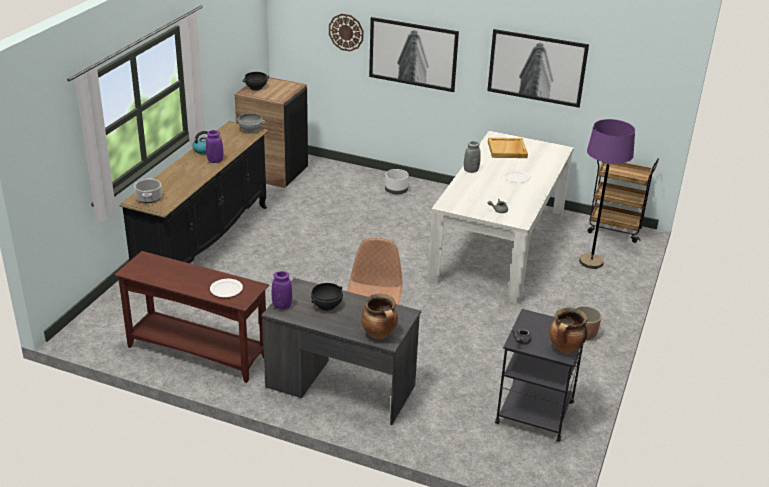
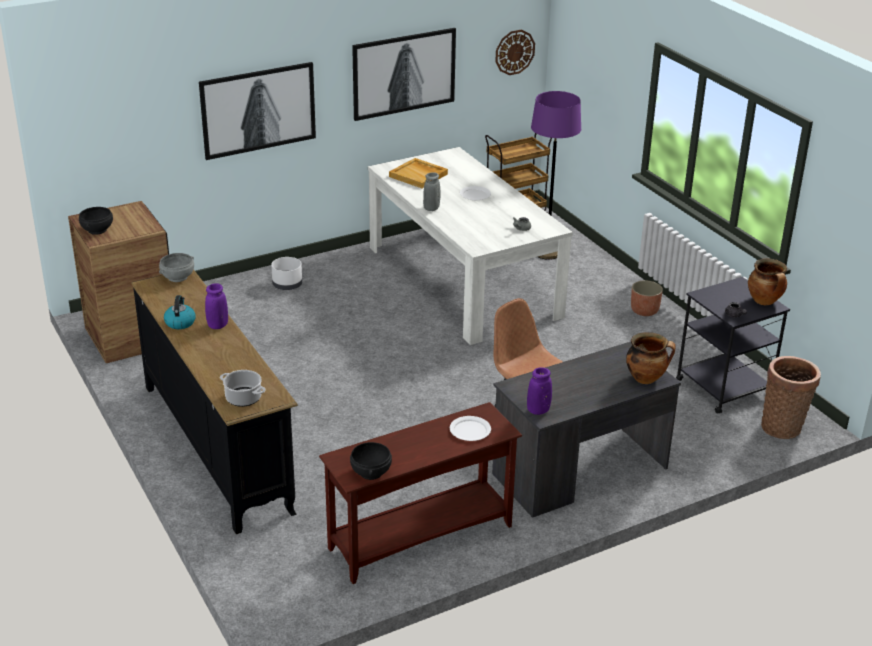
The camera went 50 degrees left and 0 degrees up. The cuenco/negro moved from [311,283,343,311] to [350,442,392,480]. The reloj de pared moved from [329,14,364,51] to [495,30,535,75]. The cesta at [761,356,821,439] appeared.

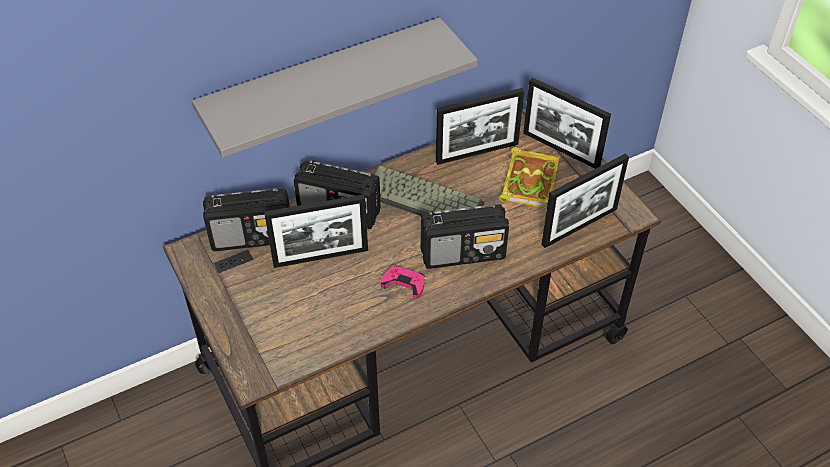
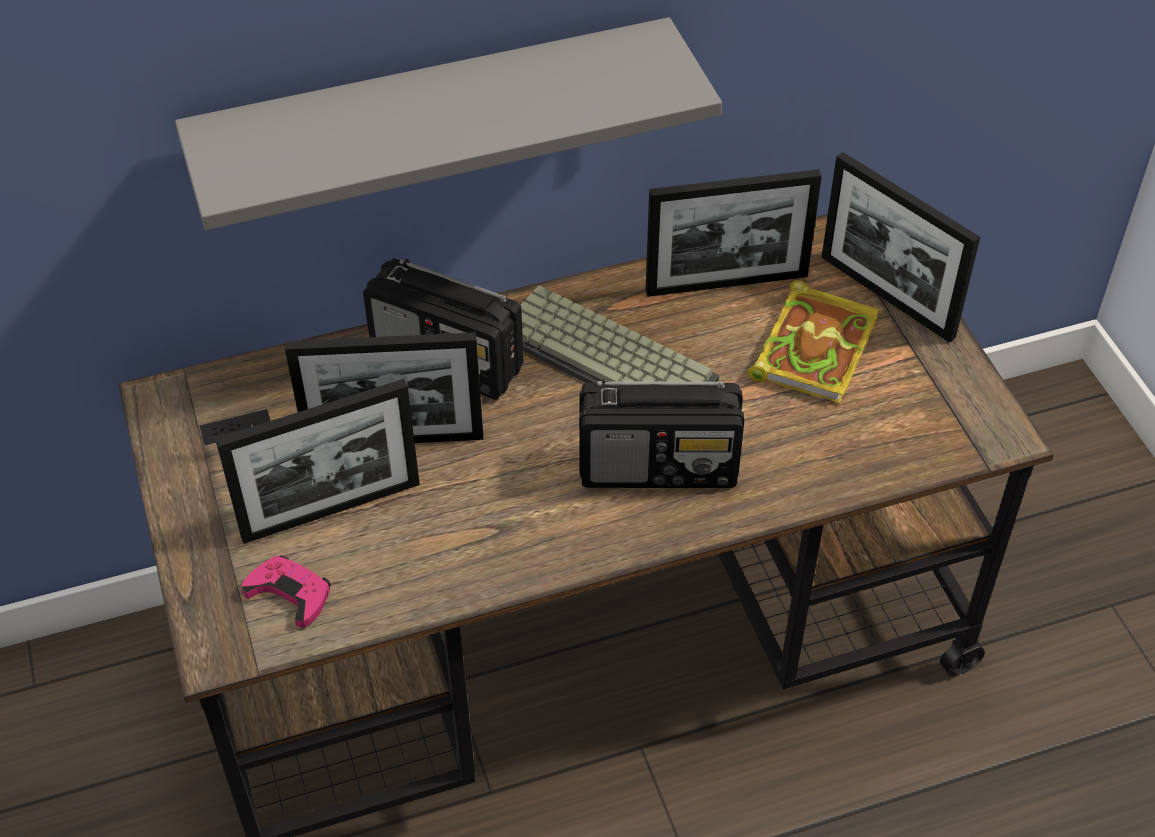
The camera went 10 degrees right and 0 degrees up. The portarretratos moved from [541,154,629,248] to [215,379,420,544]. The mando de consola/rosa moved from [381,266,425,299] to [241,556,331,628]. The radio at [203,188,290,251] disappeared.

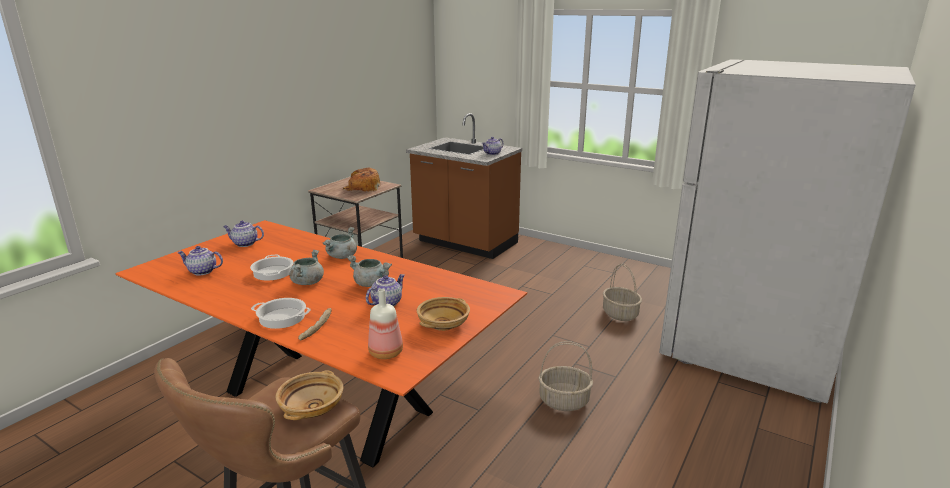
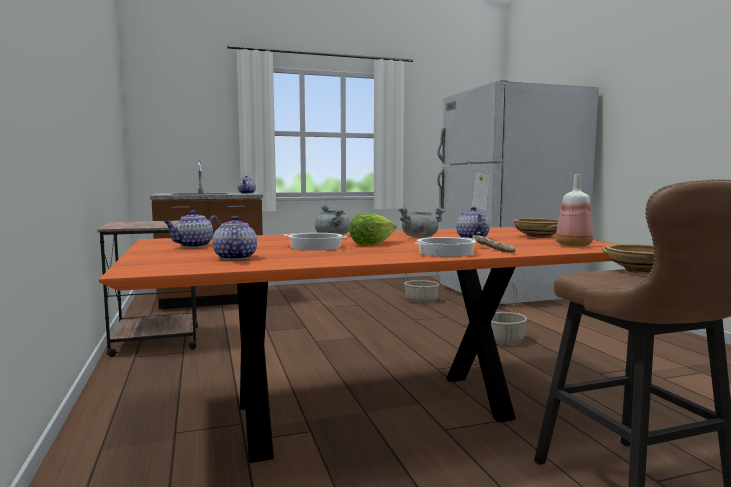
The camera went 50 degrees left and 15 degrees down. The tetera at [177,246,223,275] turned 120 degrees clockwise. The olla/gris at [290,250,324,285] was replaced by the lechuga at [349,213,397,246]. The pan at [343,168,380,192] disappeared.

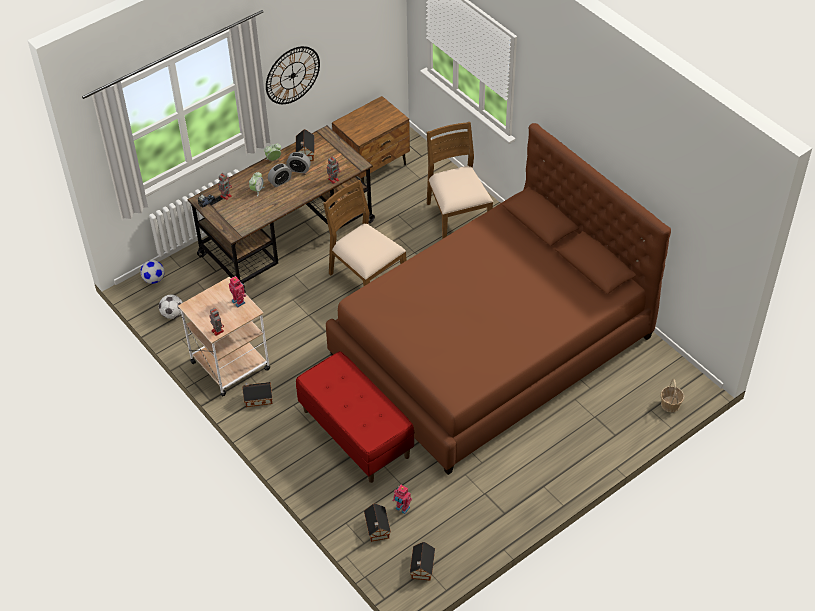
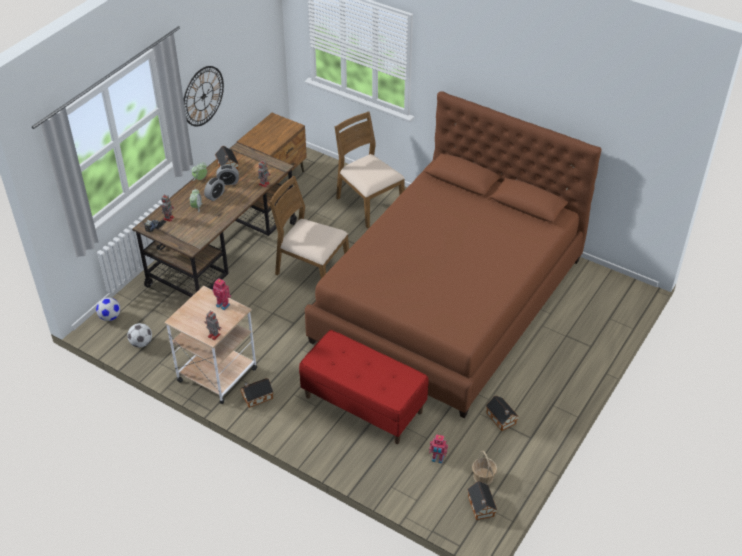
The camera went 20 degrees left and 5 degrees down. The cesta moved from [660,379,684,413] to [472,451,497,485]. The casita moved from [364,503,391,542] to [486,396,519,431].

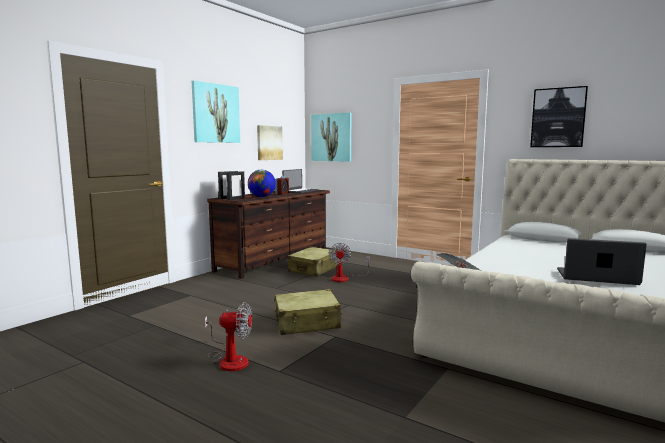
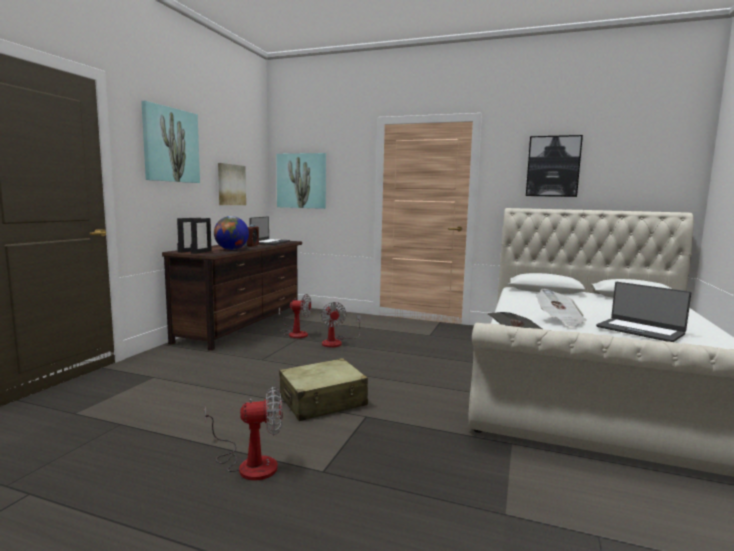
The camera went 15 degrees left and 0 degrees up. The maleta/beis at [288,247,338,277] was replaced by the ventilador at [279,294,311,338]. The periódico at [536,289,586,327] appeared. The portátil at [557,238,647,285] turned 135 degrees counterclockwise.

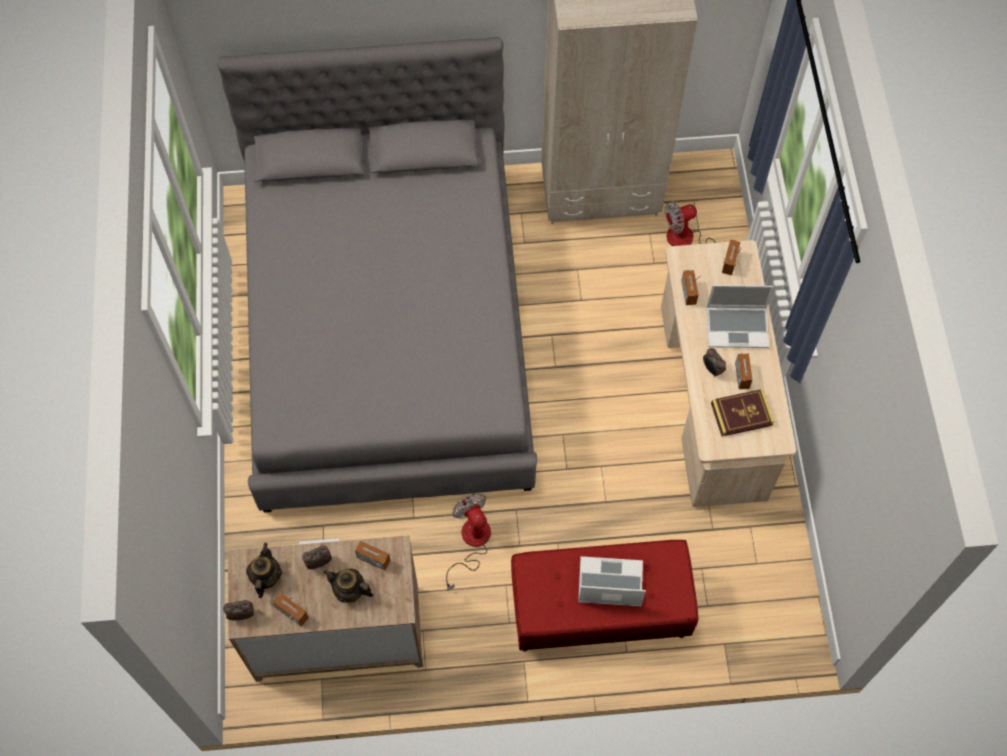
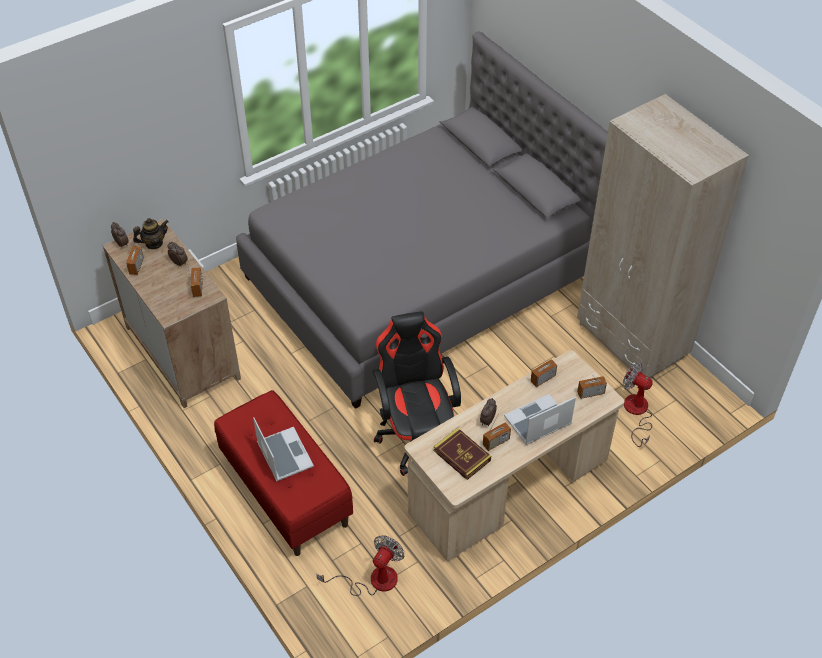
The camera went 60 degrees right and 15 degrees down. The ventilador moved from [446,493,491,591] to [317,535,404,596]. The silla de oficina/negro at [373,311,461,476] appeared. The portátil at [706,285,774,348] turned 90 degrees clockwise. The tetera at [323,568,373,603] disappeared.

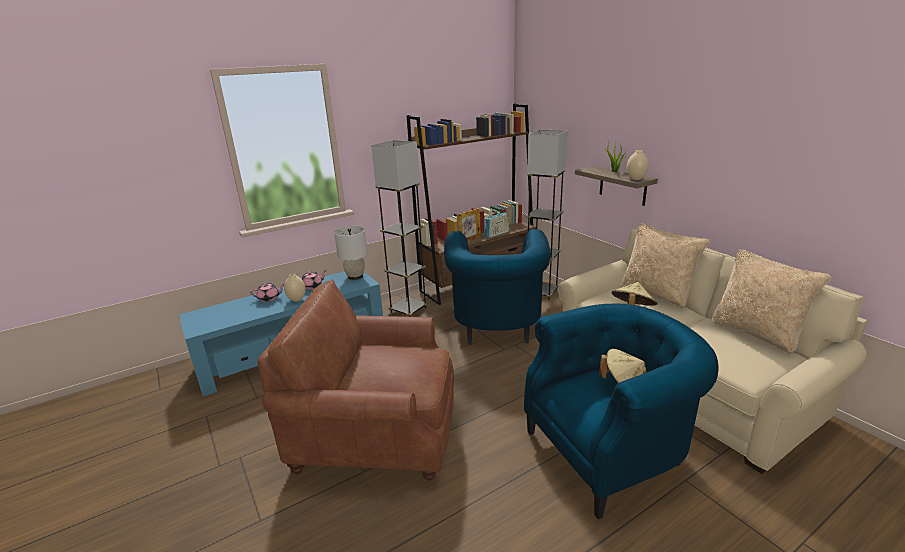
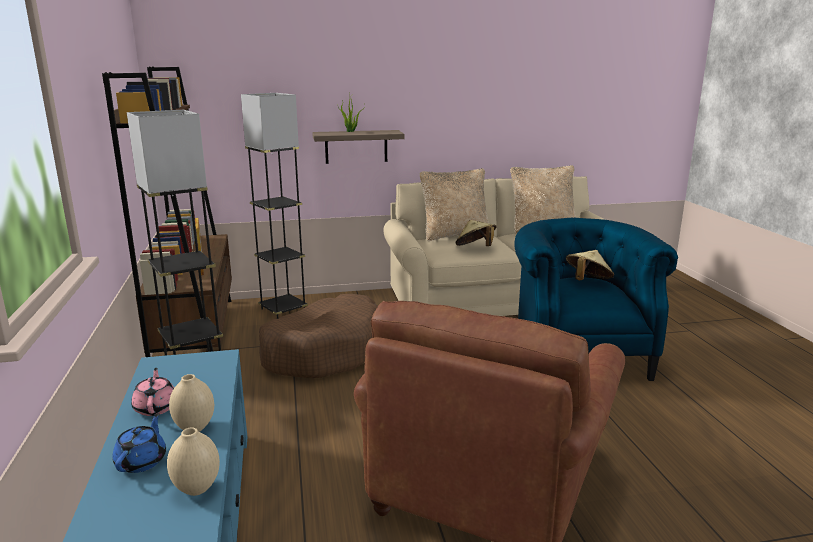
The camera went 70 degrees left and 5 degrees down. The tetera/rosa at [250,283,284,302] became the tetera/azul at [112,413,166,473]. The florero/beis moved from [627,150,649,180] to [167,428,220,496]. The sillón/azul at [444,229,550,344] was replaced by the cama para perro/marrón at [259,294,378,378]. The lámpara de mesa/blanco at [334,226,367,280] disappeared. The radio at [484,212,510,238] disappeared.

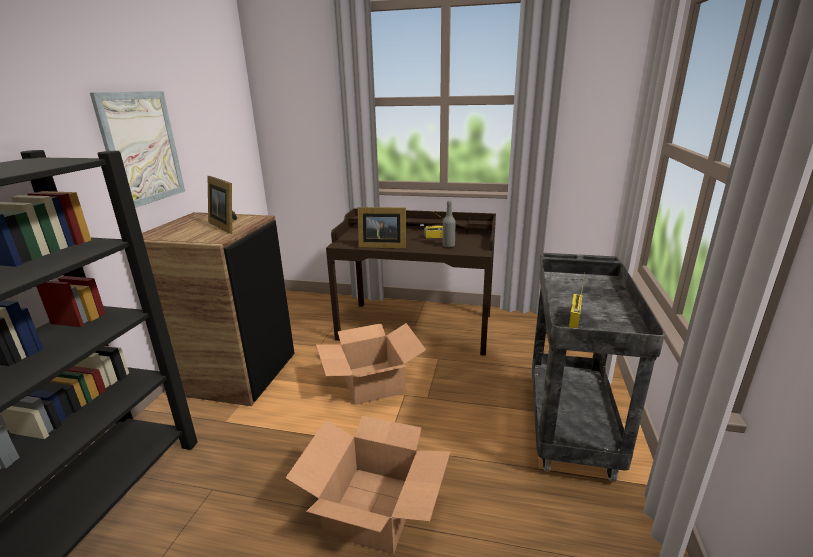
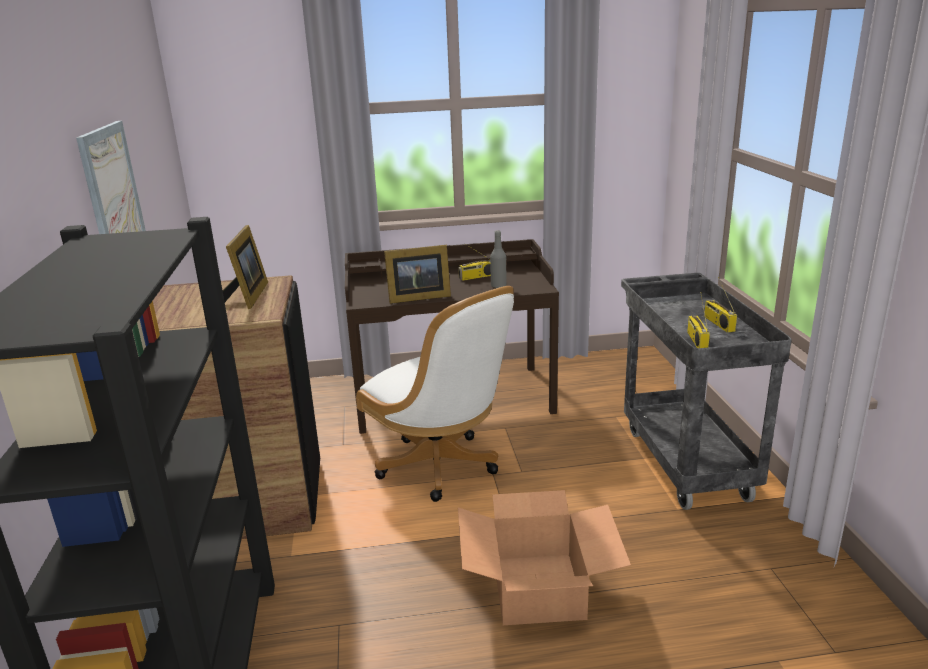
The camera went 20 degrees left and 0 degrees up. The portarretratos at [207,176,237,234] turned 120 degrees counterclockwise. The caja de cartón at [316,323,426,405] was replaced by the silla de oficina/blanco at [356,286,514,502]. The radio at [704,277,737,333] appeared.

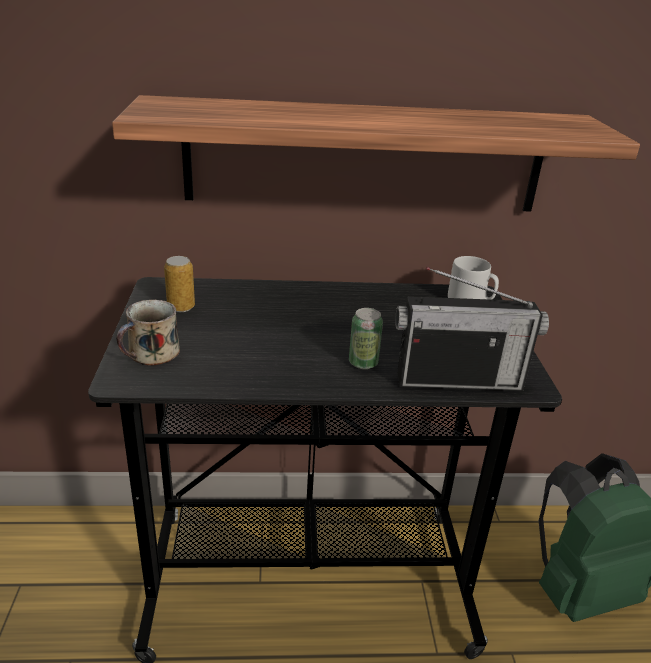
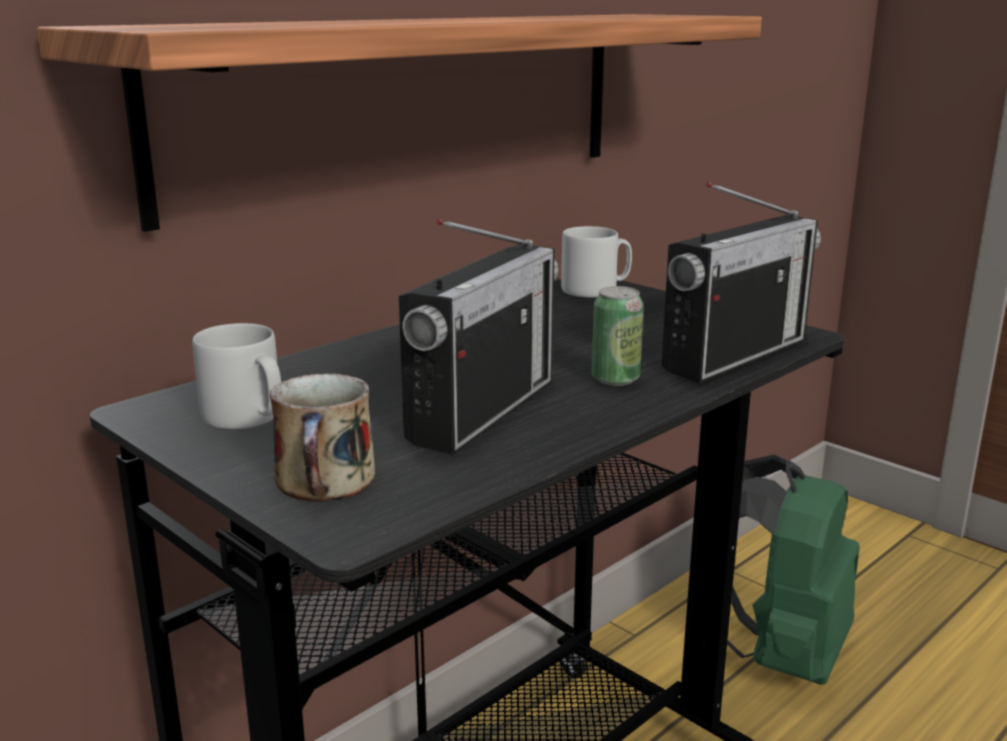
The camera went 40 degrees left and 10 degrees down. The lata at [164,256,195,312] was replaced by the taza grande/gris at [192,323,281,429]. The radio at [399,219,558,454] appeared.

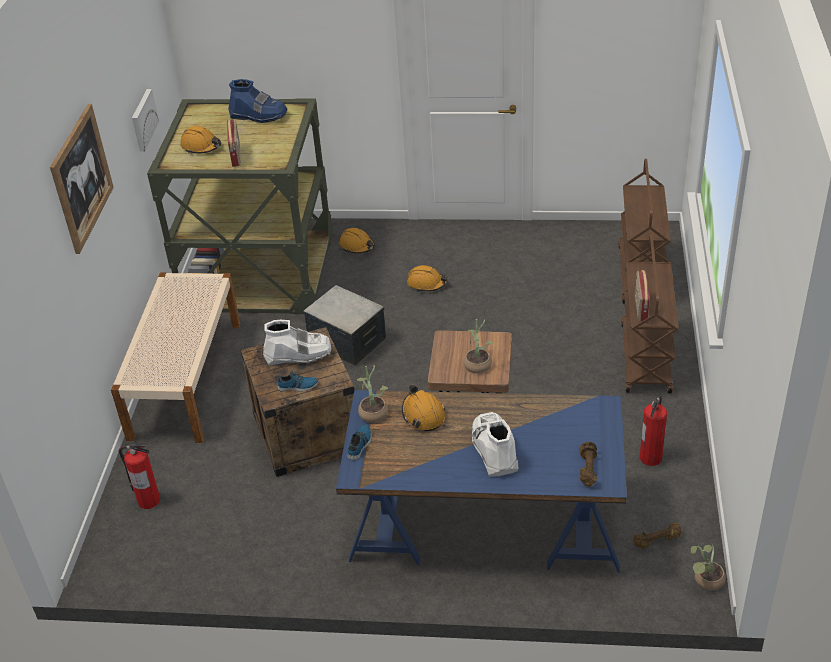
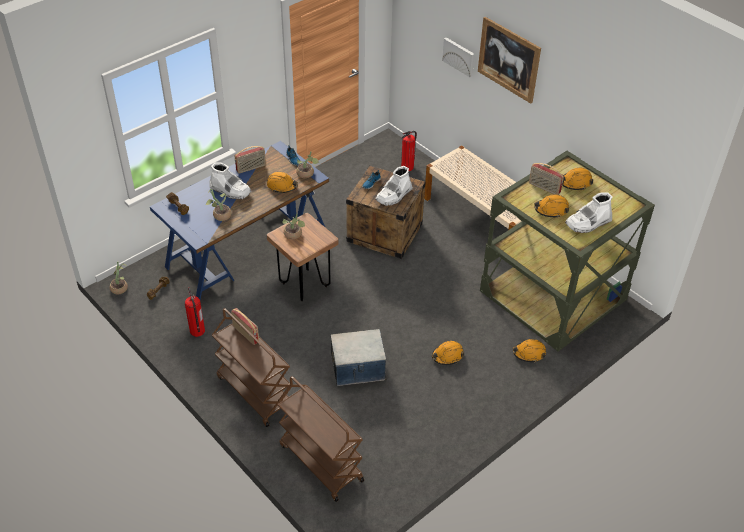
The camera went 130 degrees right and 5 degrees up. The planta en maceta at [205,189,232,221] appeared. The radio at [235,146,266,174] appeared. The caja de almacenaje moved from [303,285,386,366] to [330,329,386,386]. The cuadro moved from [132,89,159,151] to [442,37,475,77]. The casco/naranja at [534,194,569,218] appeared. The bota/azul at [228,79,287,123] became the bota/blanco at [565,192,613,233].

